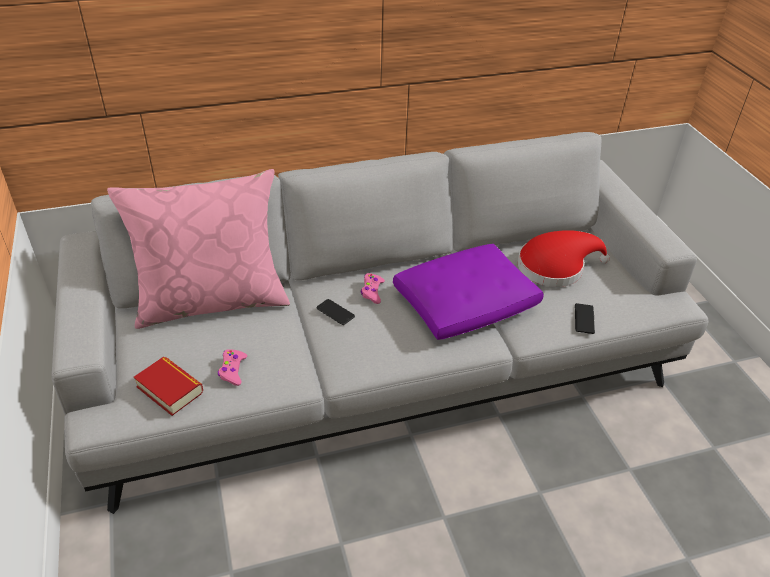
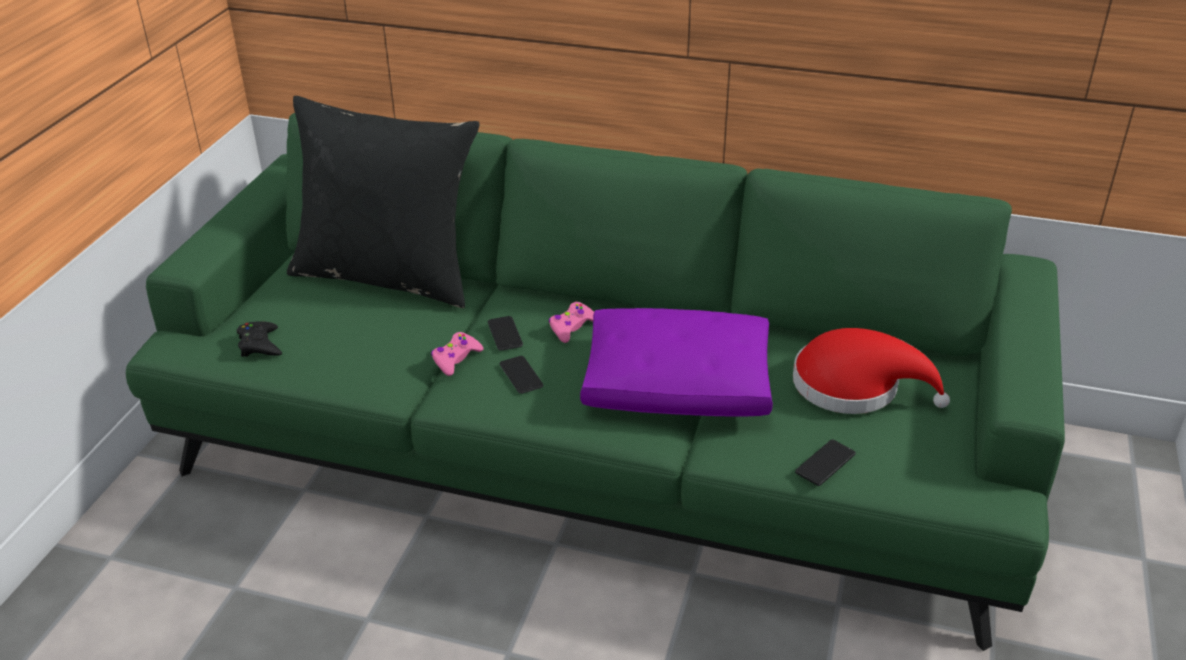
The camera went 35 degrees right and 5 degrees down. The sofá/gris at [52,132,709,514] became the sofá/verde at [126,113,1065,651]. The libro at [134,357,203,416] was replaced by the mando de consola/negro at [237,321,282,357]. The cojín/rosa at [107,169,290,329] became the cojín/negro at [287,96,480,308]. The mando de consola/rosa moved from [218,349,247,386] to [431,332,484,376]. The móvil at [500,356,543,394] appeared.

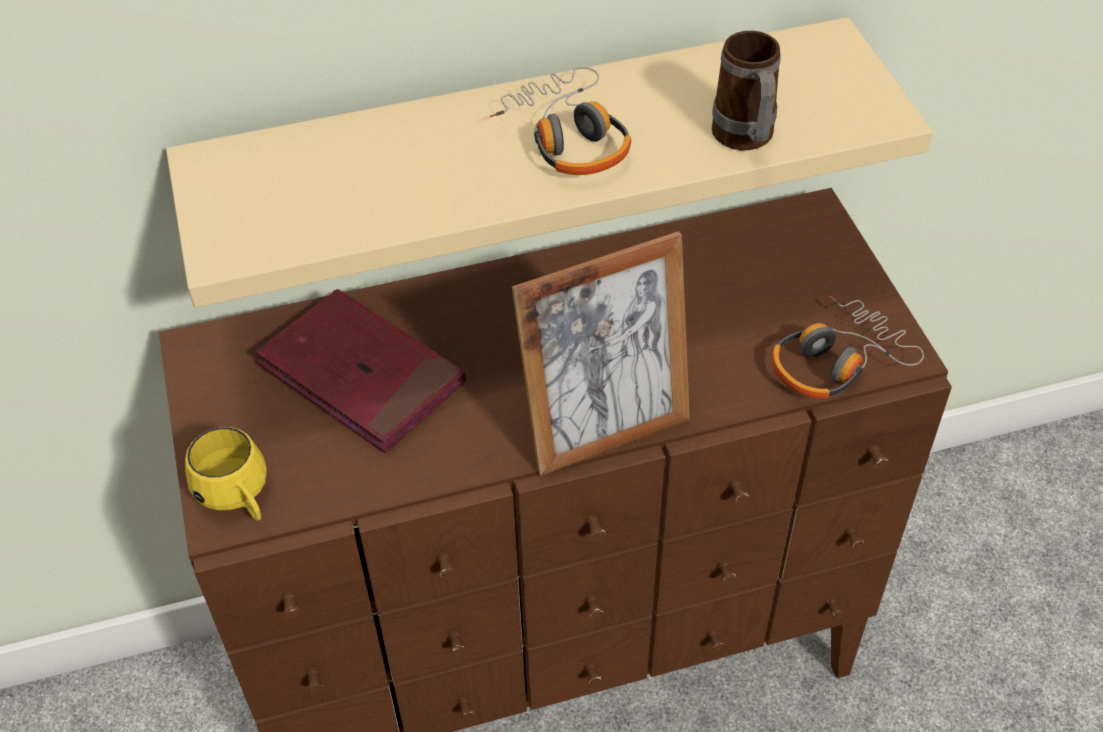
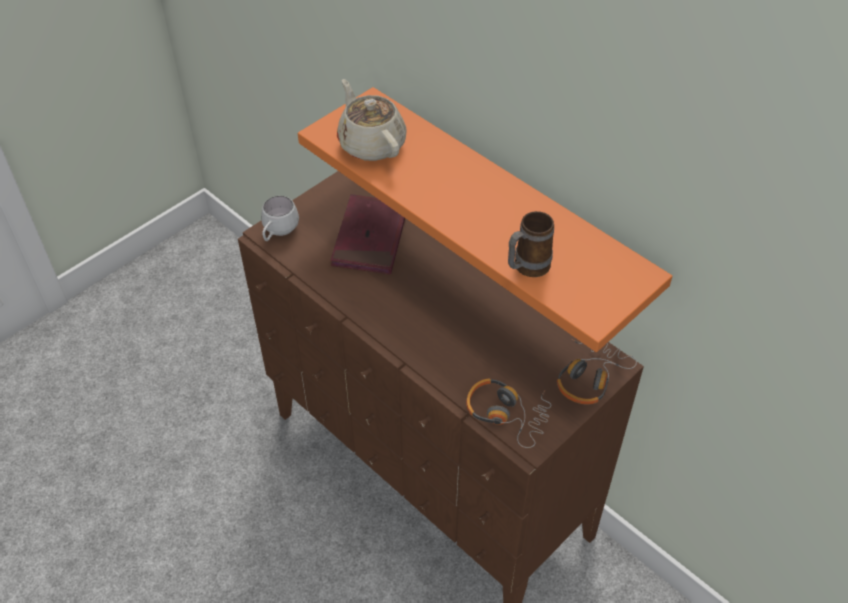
The camera went 60 degrees right and 0 degrees up. The taza grande/amarillo at [185,427,267,521] became the taza grande/blanco at [261,196,299,241]. The estante/beis at [166,17,933,307] became the estante/naranja at [298,87,673,352]. The tetera/beis at [337,79,407,161] appeared. The auriculares moved from [490,67,631,175] to [557,339,637,405]. The portarretratos at [512,231,690,476] disappeared.

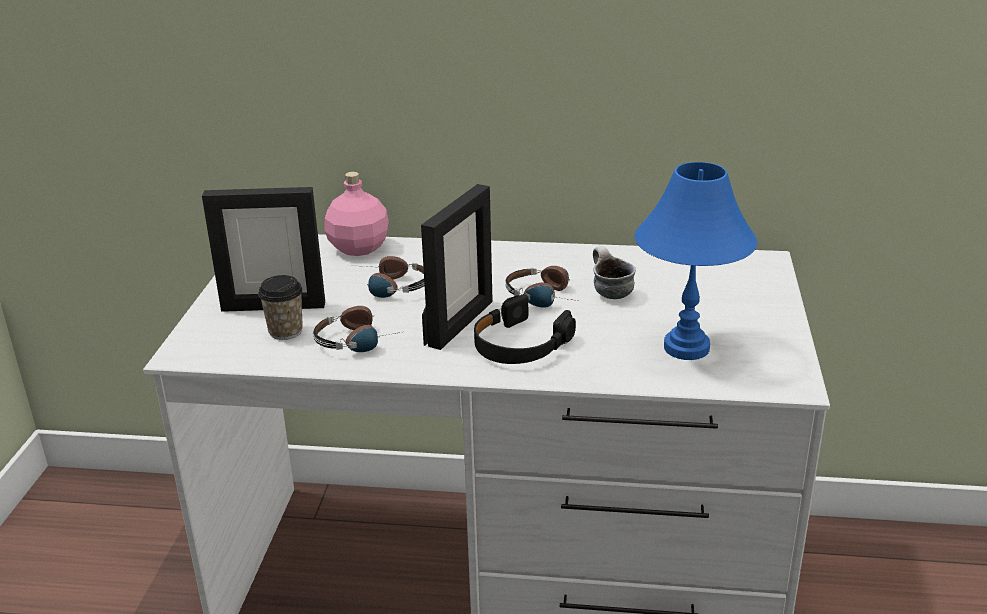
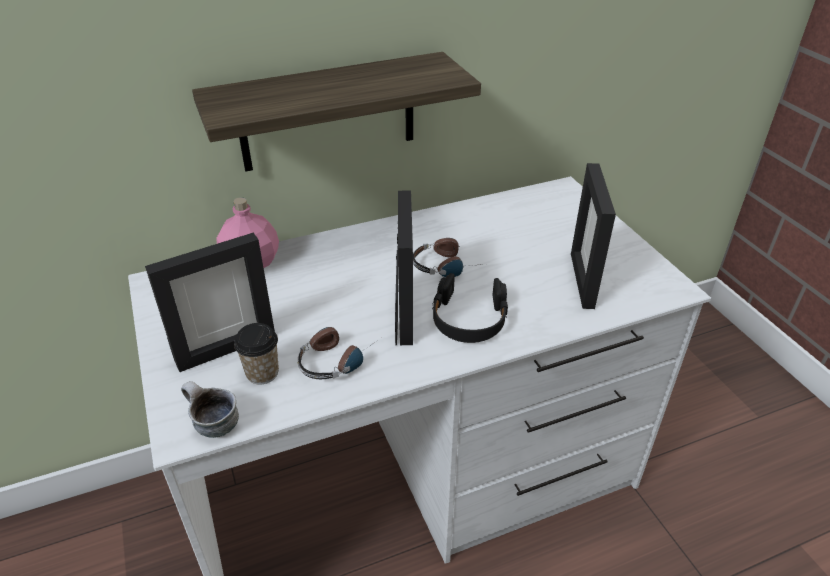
The camera went 30 degrees left and 10 degrees up. The taza grande moved from [593,246,636,299] to [181,381,239,438]. The estante at [192,52,481,172] appeared. The lámpara de mesa/azul at [635,162,758,360] was replaced by the portarretratos at [571,163,616,309]. The auriculares at [364,256,425,298] disappeared.

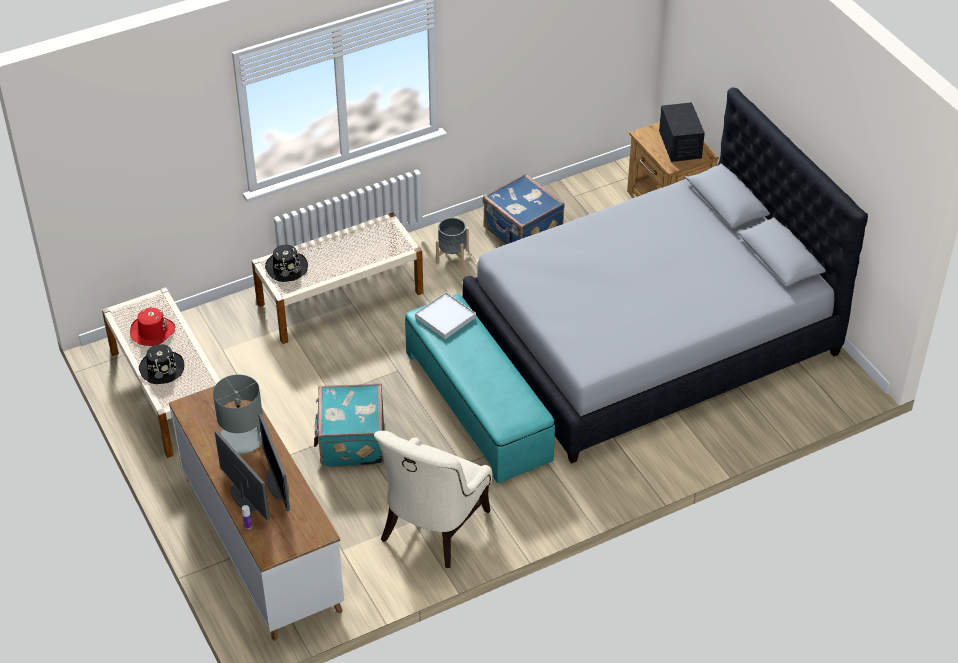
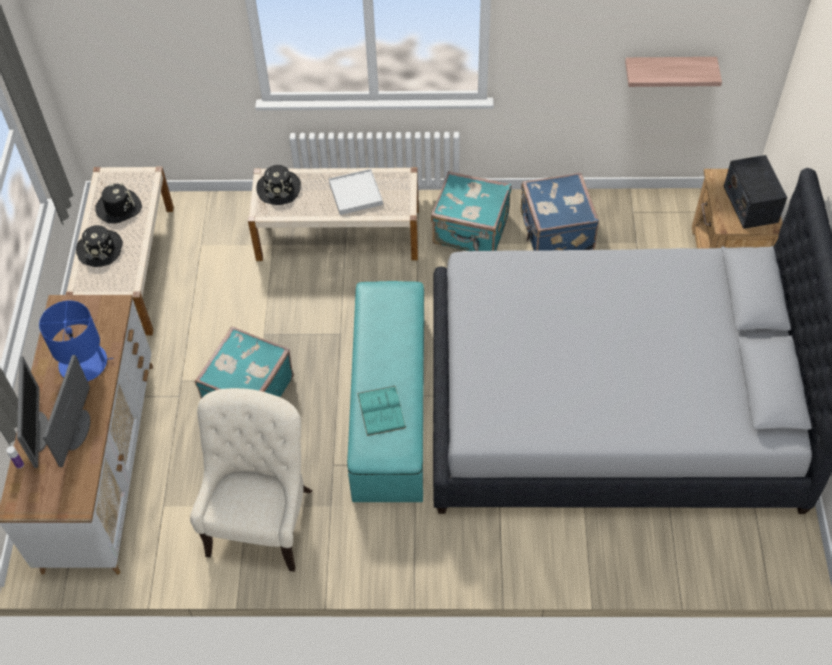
The camera went 30 degrees right and 10 degrees up. The lámpara de mesa/gris at [213,374,267,454] became the lámpara de mesa/azul at [39,301,114,381]. The sombrero/rojo at [130,307,175,346] became the sombrero/negro at [96,183,142,223]. The sillón/beis at [374,431,493,568] turned 135 degrees clockwise. The bandeja/blanco moved from [415,292,476,339] to [329,169,383,215]. The libro/turquesa at [357,386,406,436] appeared. The maceta/gris at [436,217,469,268] was replaced by the maleta/turquesa at [431,171,511,251]. The estante at [625,57,722,87] appeared. The radio at [659,102,705,162] turned 150 degrees clockwise.

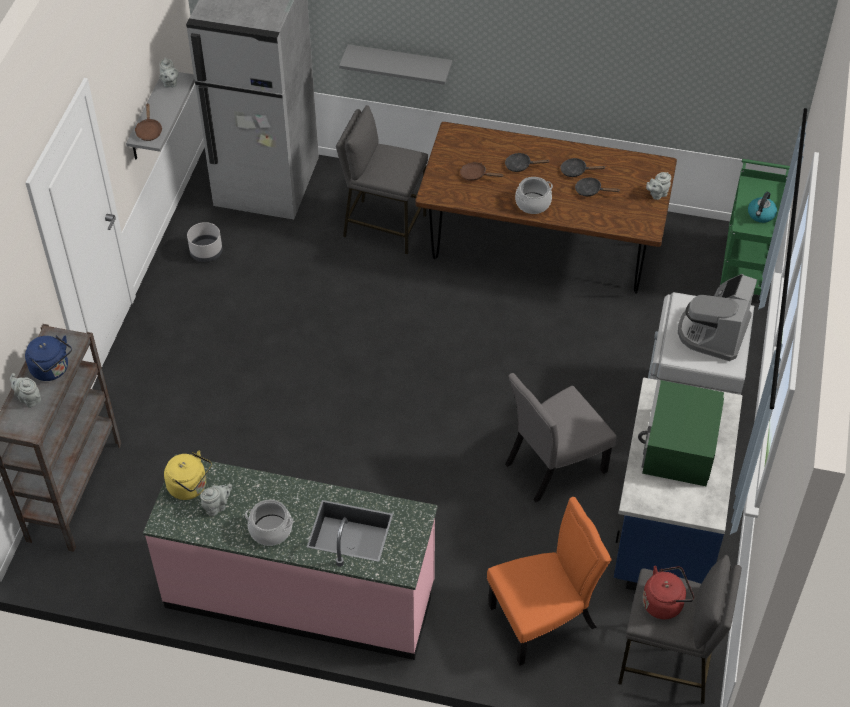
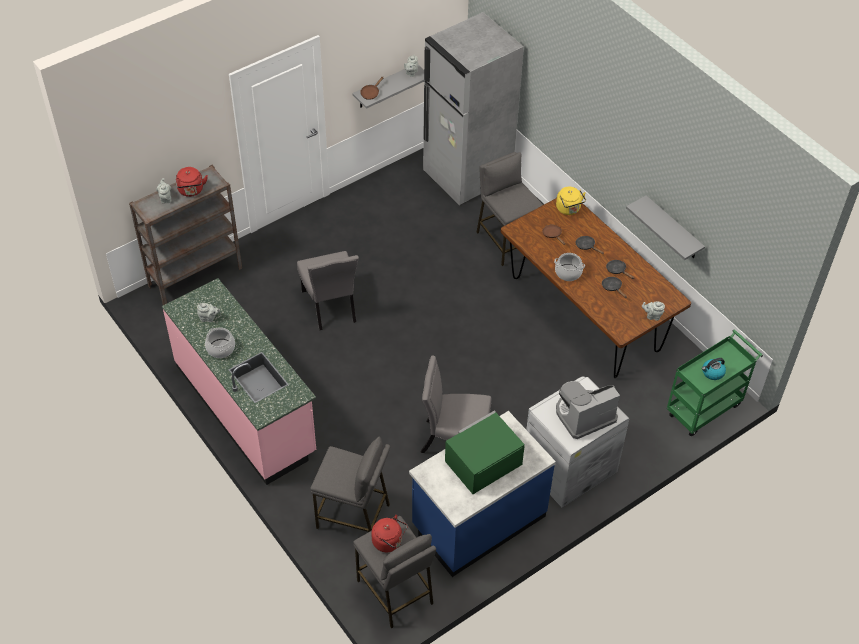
The camera went 40 degrees right and 0 degrees up. The hervidor/azul at [25,335,72,381] became the hervidor/rojo at [176,167,208,197]. The silla/gris at [297,251,359,330] appeared. The silla/naranja at [487,497,612,666] was replaced by the taburete/gris at [311,437,390,532]. The hervidor/amarillo moved from [164,450,212,500] to [556,187,586,215]. The estante/gris moved from [339,44,452,85] to [626,195,705,260]. The maceta/gris at [187,222,222,262] disappeared.

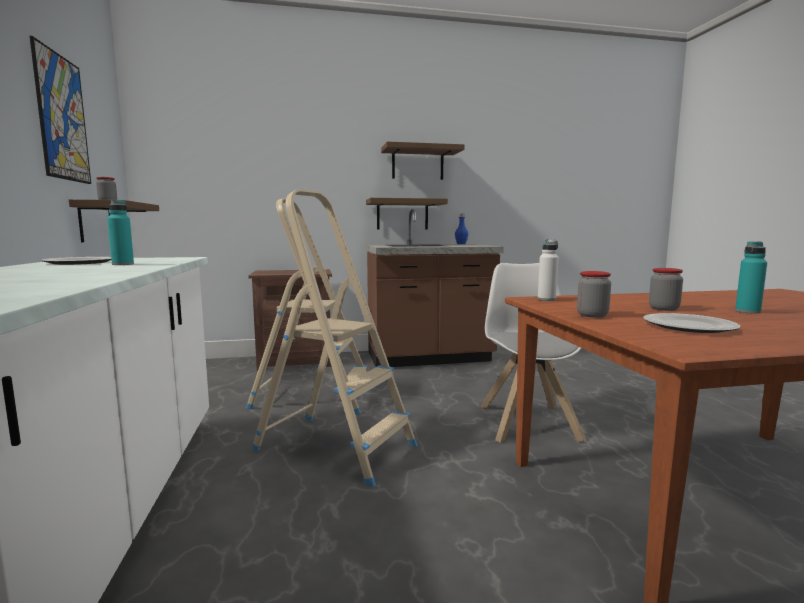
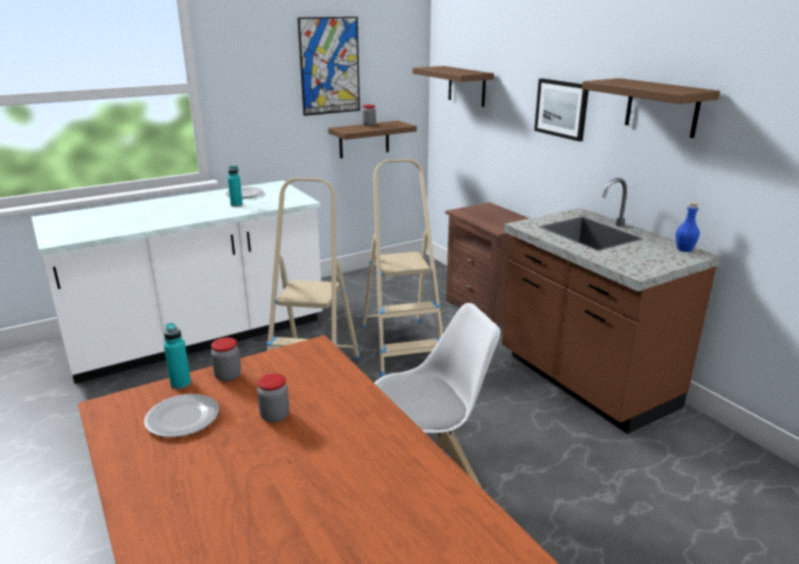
The camera went 70 degrees right and 15 degrees up. The botella/turquesa moved from [735,241,767,314] to [164,323,191,390]. The estante/marrón moved from [366,198,448,229] to [413,66,494,107]. The cuadro at [534,78,589,142] appeared. The botella/blanco at [538,240,558,301] disappeared.

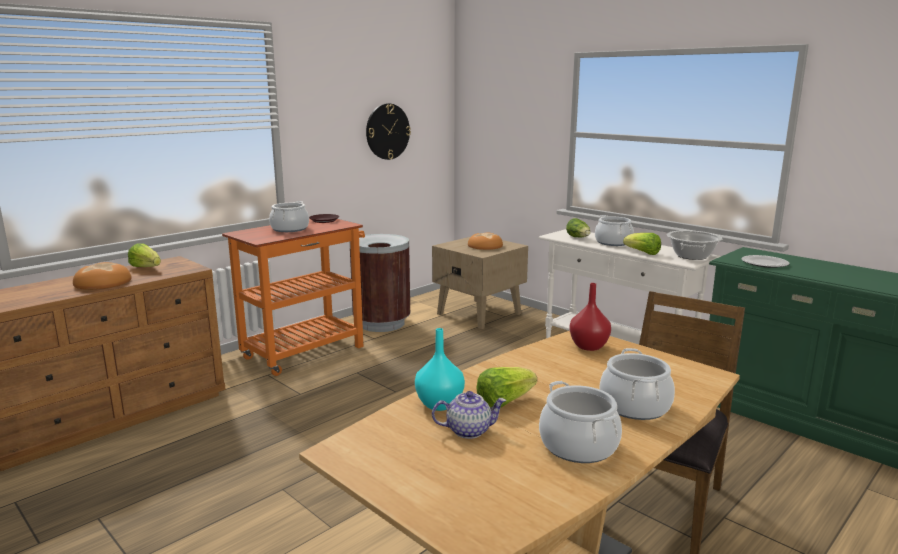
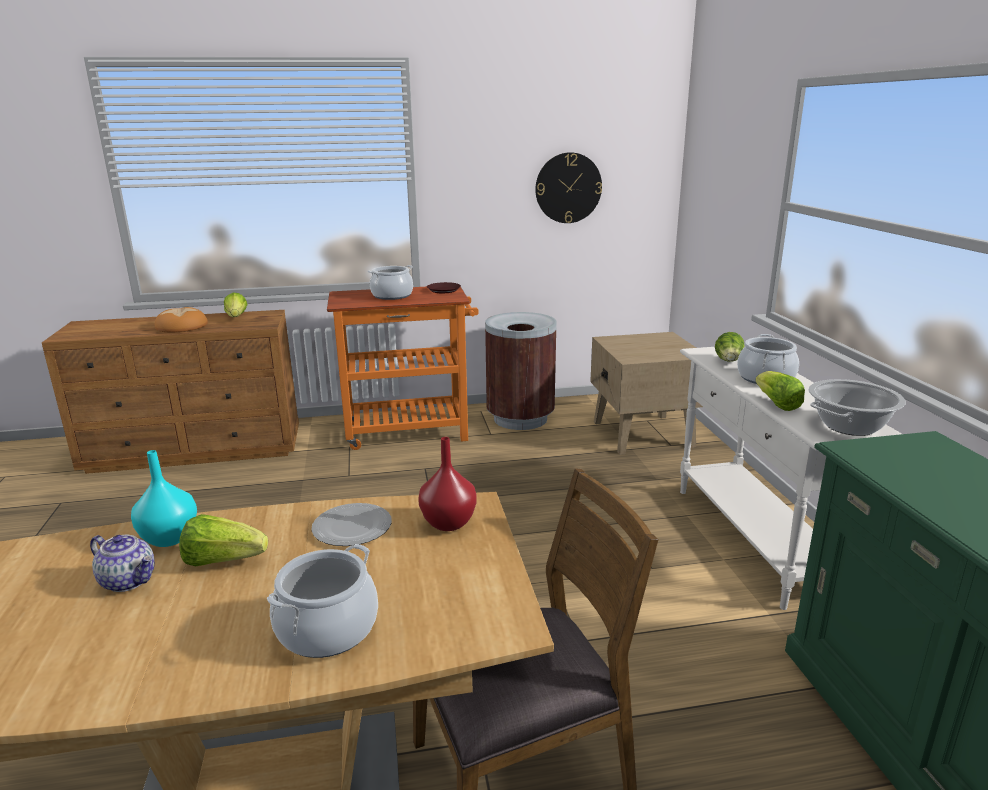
The camera went 35 degrees right and 5 degrees up. The plato moved from [741,255,790,268] to [311,503,392,546]. The pan at [468,232,503,250] disappeared. The olla at [539,381,622,463] disappeared.

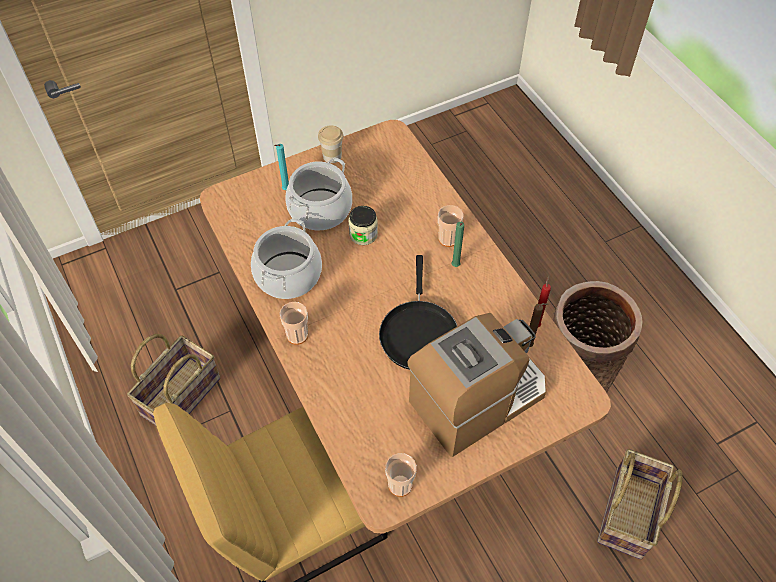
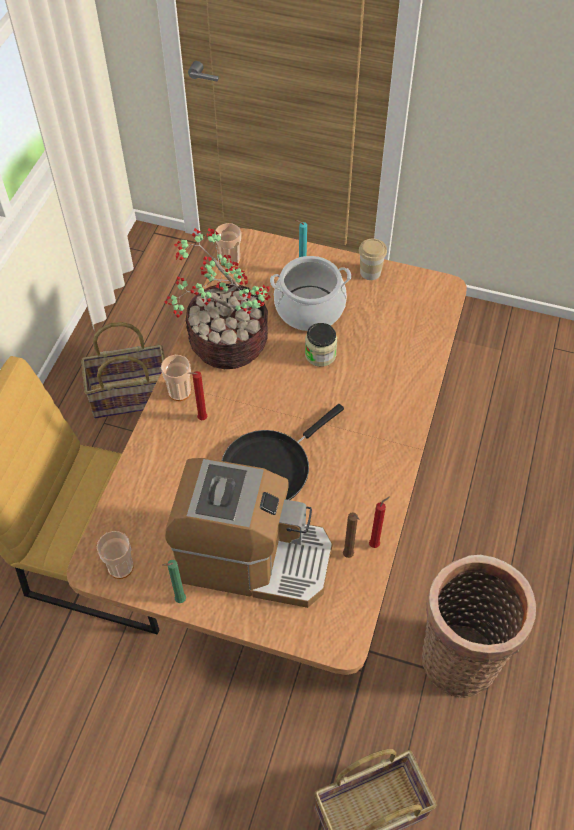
The camera went 45 degrees right and 0 degrees up. The vela/verde moved from [452,222,464,267] to [162,560,186,603]. The olla at [251,218,322,299] was replaced by the planta en maceta at [164,228,271,369]. The vela/rojo at [188,371,208,420] appeared. The taza moved from [438,205,464,247] to [215,223,241,267].

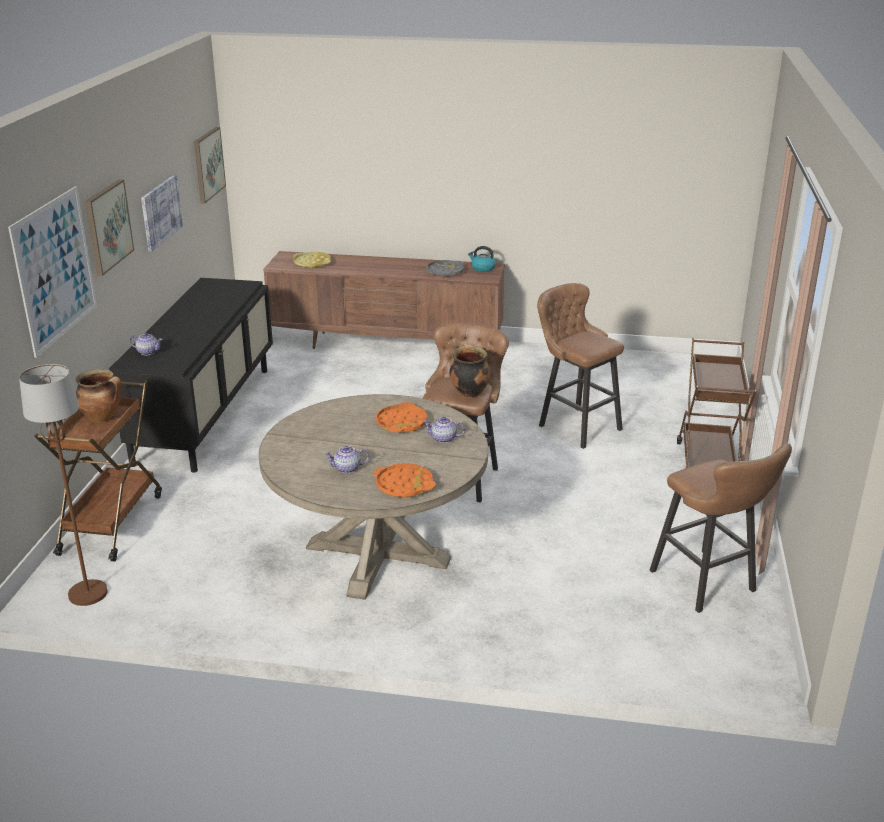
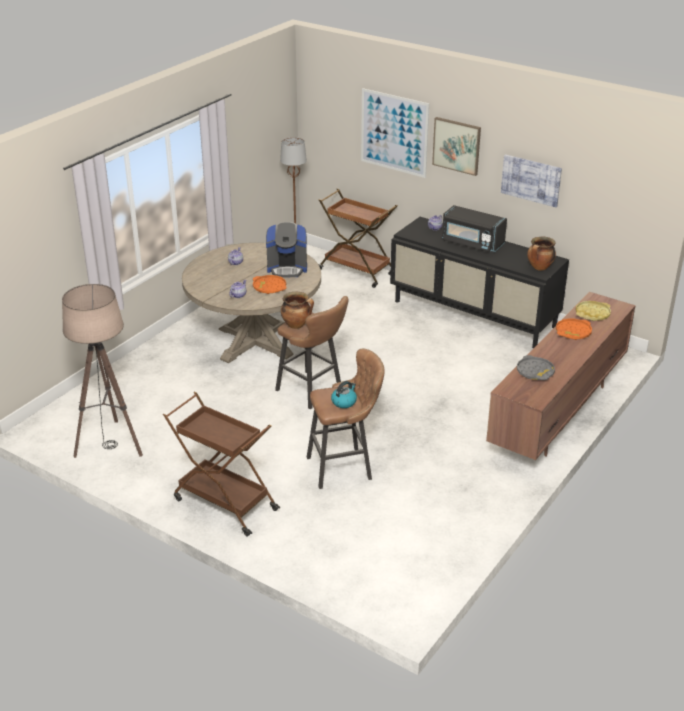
The camera went 115 degrees right and 5 degrees up. The taburete/marrón at [650,443,792,613] was replaced by the lámpara de pie at [62,284,143,458]. The cafetera at [266,222,307,277] appeared. The hervidor moved from [468,246,496,272] to [331,381,357,408]. The microondas/negro at [442,205,507,252] appeared. The olla moved from [75,369,122,423] to [527,237,556,271]. The bandeja/naranja moved from [374,463,436,498] to [556,318,592,340]. The cuadro at [194,127,226,204] disappeared.

